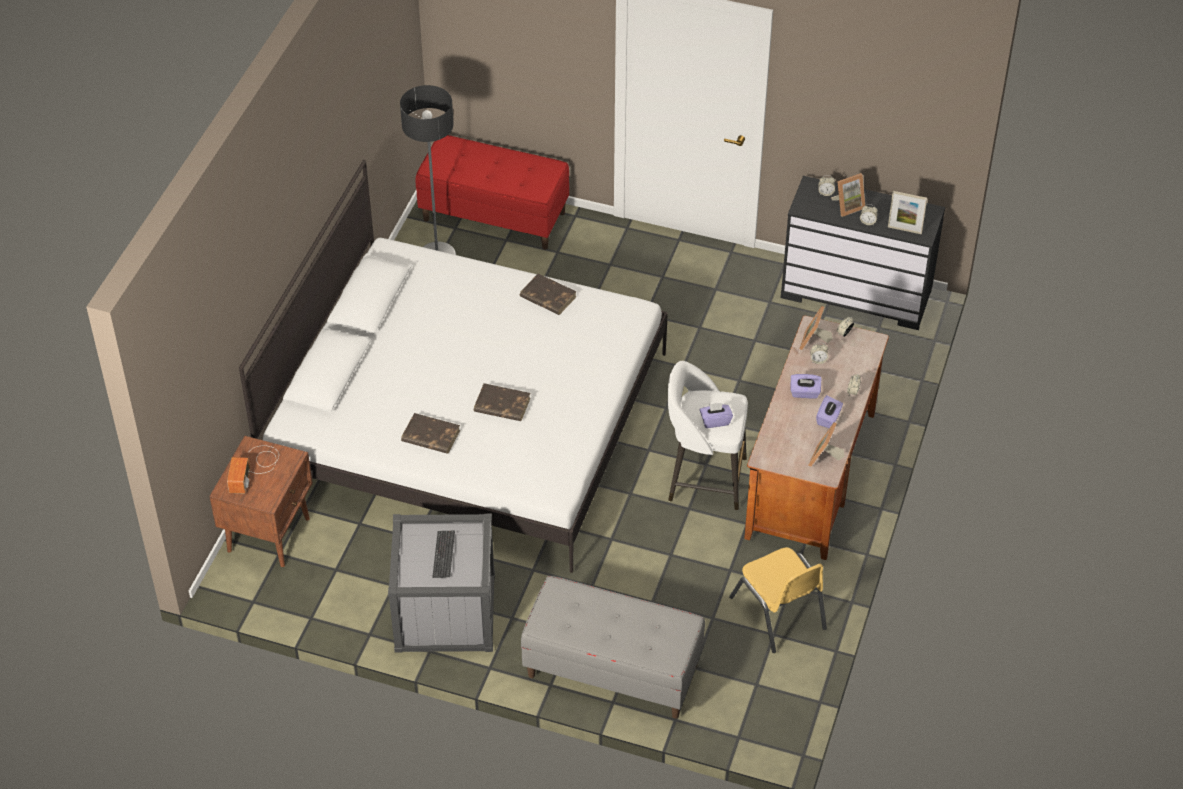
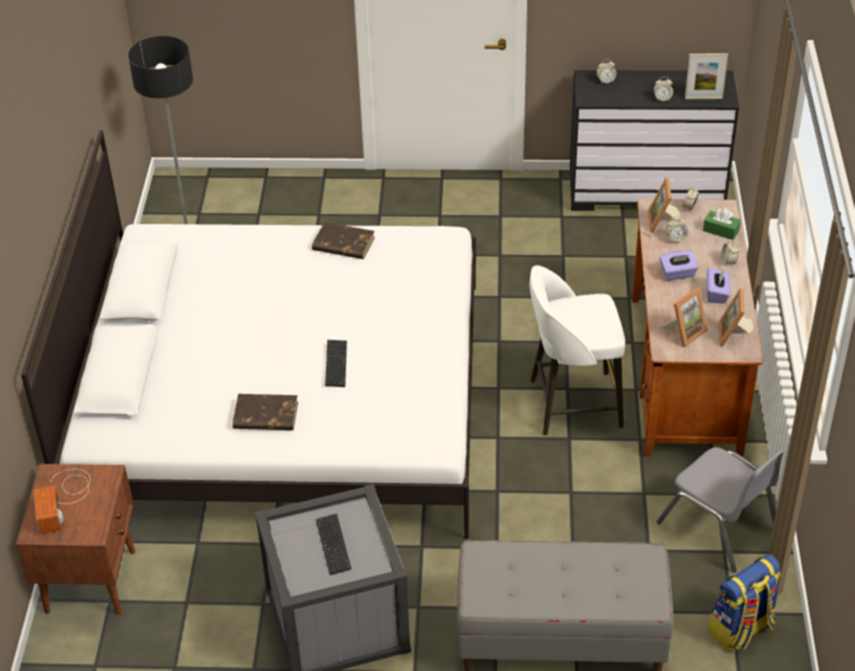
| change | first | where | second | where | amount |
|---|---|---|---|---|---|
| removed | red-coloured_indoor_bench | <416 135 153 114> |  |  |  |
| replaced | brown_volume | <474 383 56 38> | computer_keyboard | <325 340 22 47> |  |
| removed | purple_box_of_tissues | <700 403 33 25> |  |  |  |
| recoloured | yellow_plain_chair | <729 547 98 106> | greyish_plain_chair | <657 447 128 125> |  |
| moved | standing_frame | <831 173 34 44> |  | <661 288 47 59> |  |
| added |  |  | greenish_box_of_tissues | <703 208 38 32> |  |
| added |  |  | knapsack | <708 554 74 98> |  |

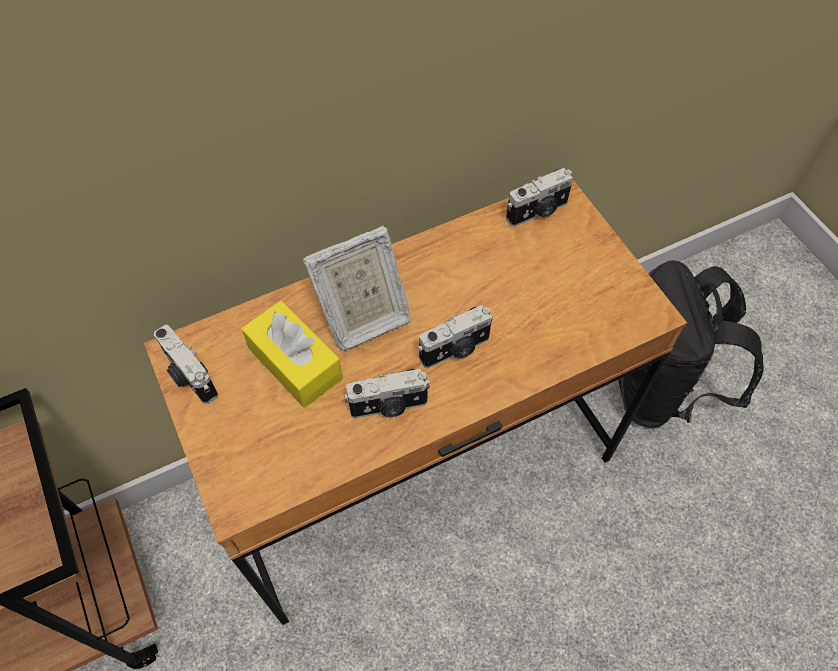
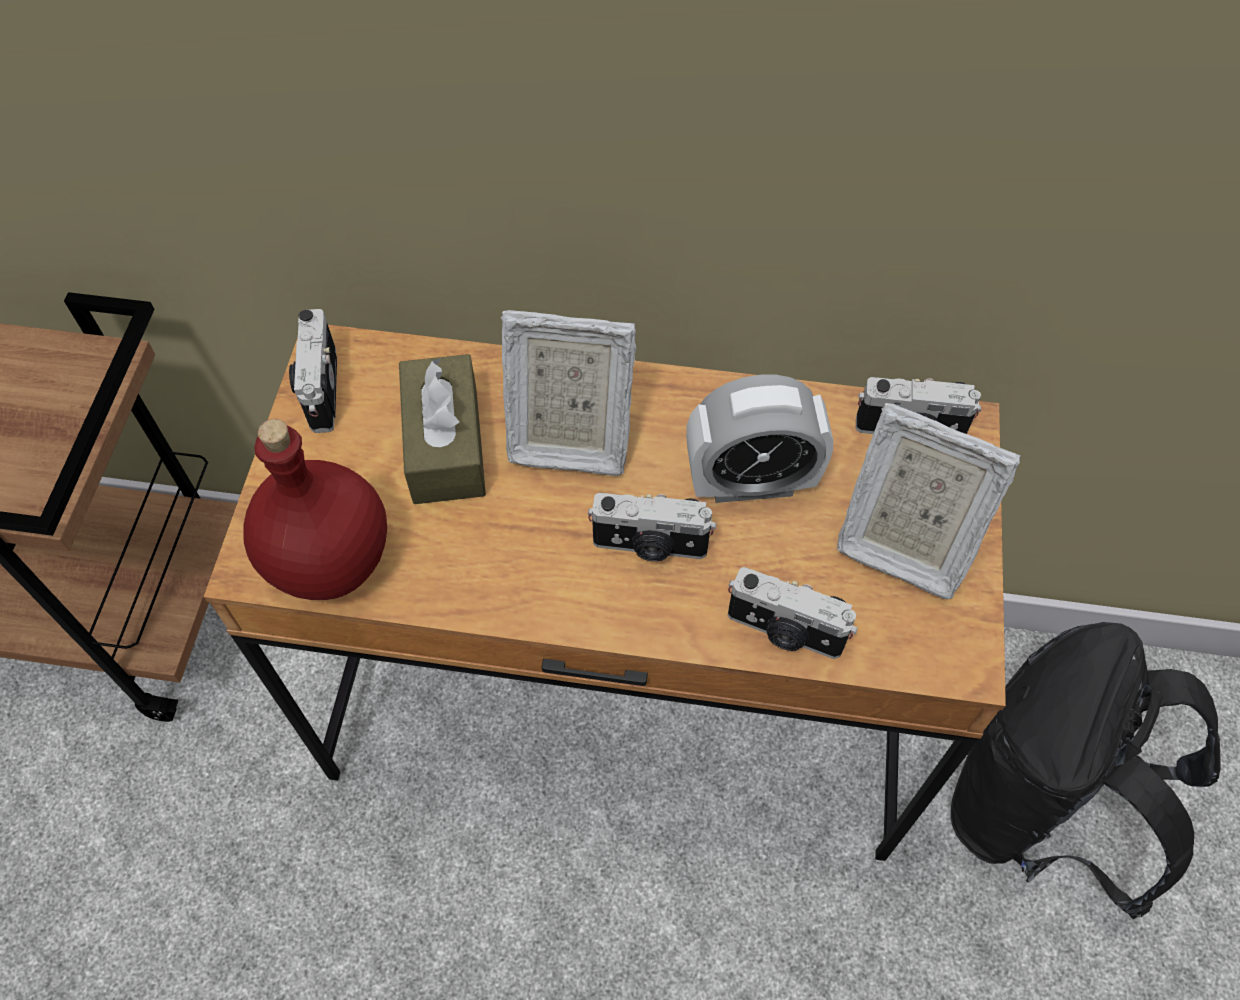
| change | first | where | second | where | amount |
|---|---|---|---|---|---|
| recoloured | yellow_box_of_tissues | <241 300 102 108> | brown_box_of_tissues | <399 354 87 150> |  |
| moved | photo_camera | <344 369 87 49> |  | <728 567 130 92> |  |
| added |  |  | red-coloured_bottle | <243 419 144 181> |  |
| added |  |  | alarm_clock | <686 375 147 128> |  |
| added |  |  | standing_frame | <837 403 184 196> |  |

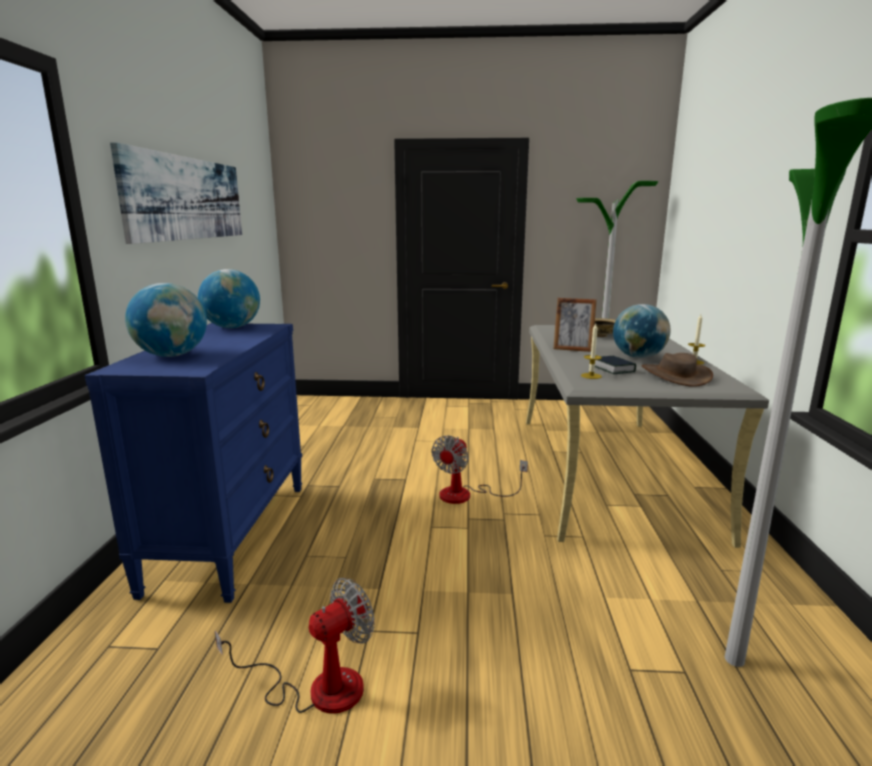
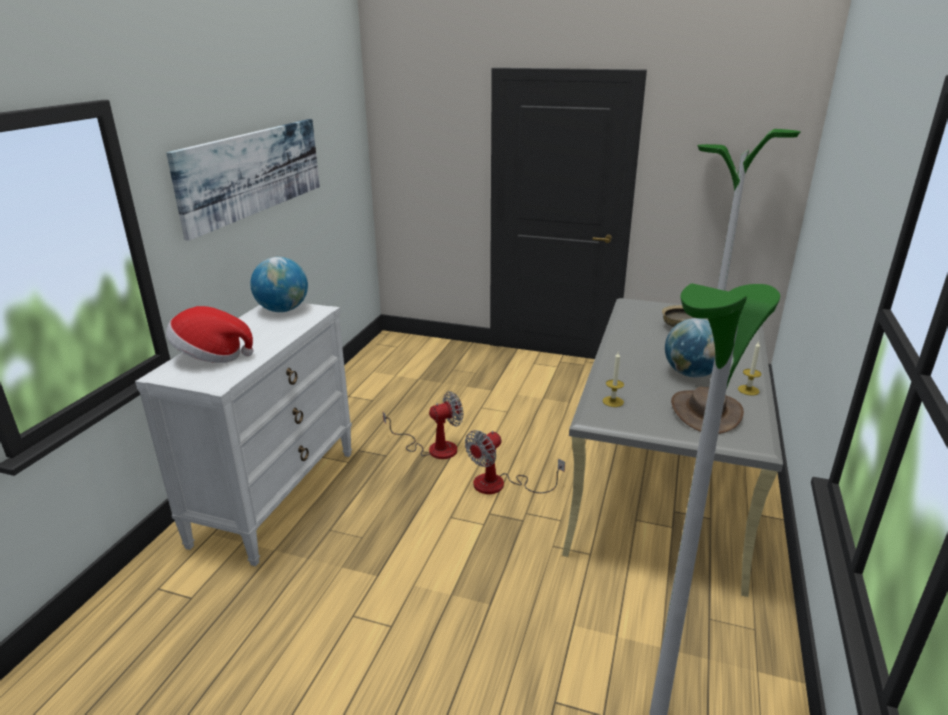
| change | first | where | second | where | amount |
|---|---|---|---|---|---|
| recoloured | blue-coloured_dresser | <85 323 217 280> | whitish_dresser | <135 303 217 263> |  |
| replaced | globe | <125 283 82 74> | hat | <166 306 88 57> |  |
| moved | cooling_fan | <215 578 160 136> |  | <383 391 80 68> |  |
| removed | standing_frame | <553 298 44 54> |  |  |  |
| removed | volume | <595 356 41 18> |  |  |  |

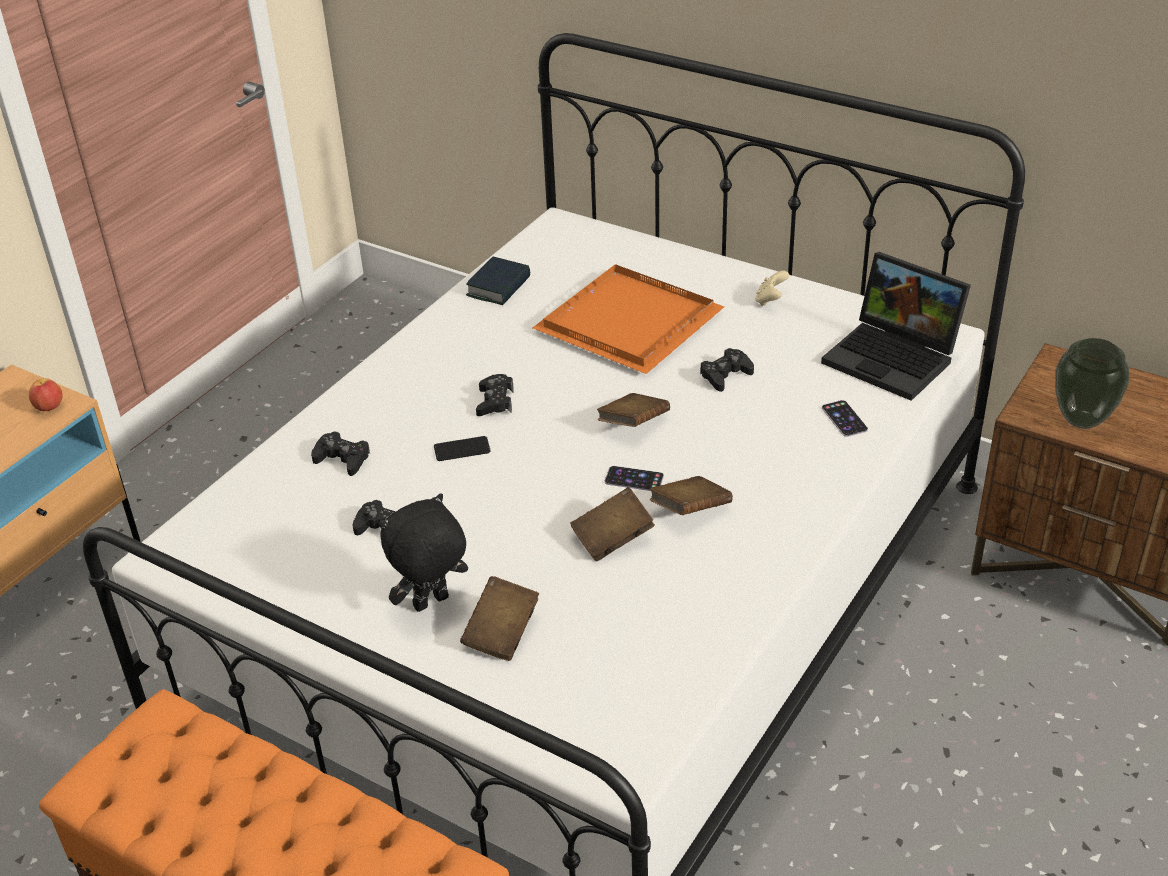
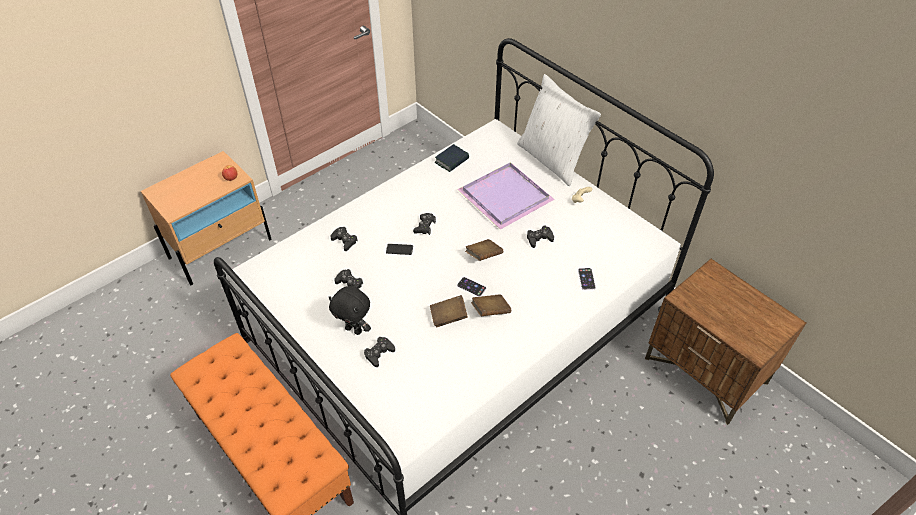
| change | first | where | second | where | amount |
|---|---|---|---|---|---|
| turned | blackish_cuddly_toy | <379 493 89 119> |  | <329 286 42 49> | 135 degrees counterclockwise |
| replaced | brown_volume | <460 576 79 85> | blackish_joypad | <364 337 31 30> |  |
| recoloured | orangey_carrying_tray | <533 264 191 110> | purple_carrying_tray | <457 162 98 68> |  |
| removed | notebook_computer | <821 252 150 149> |  |  |  |
| removed | decorative_vase | <1055 338 74 91> |  |  |  |
| added |  |  | whitish_throw_pillow | <517 74 84 112> |  |

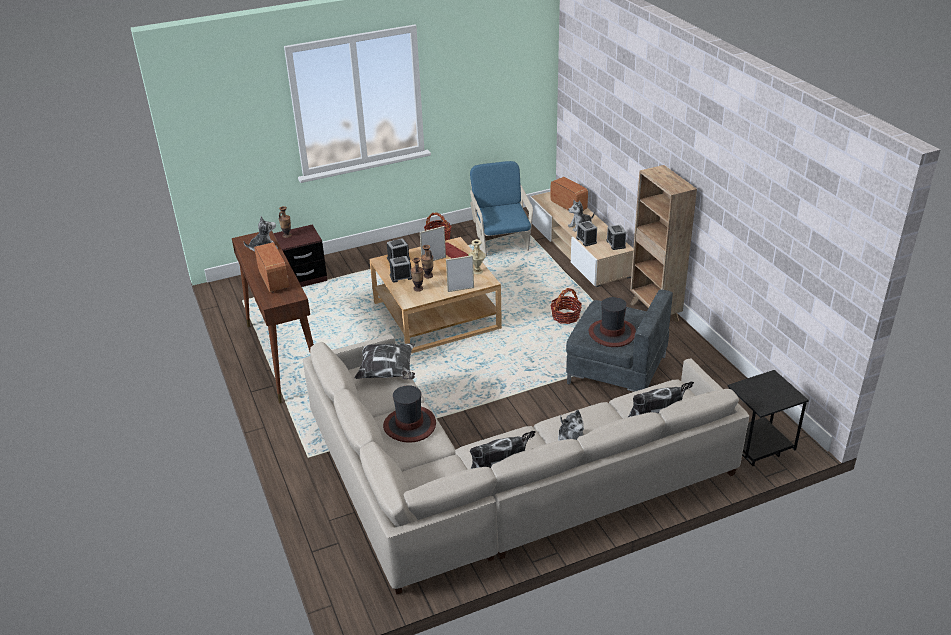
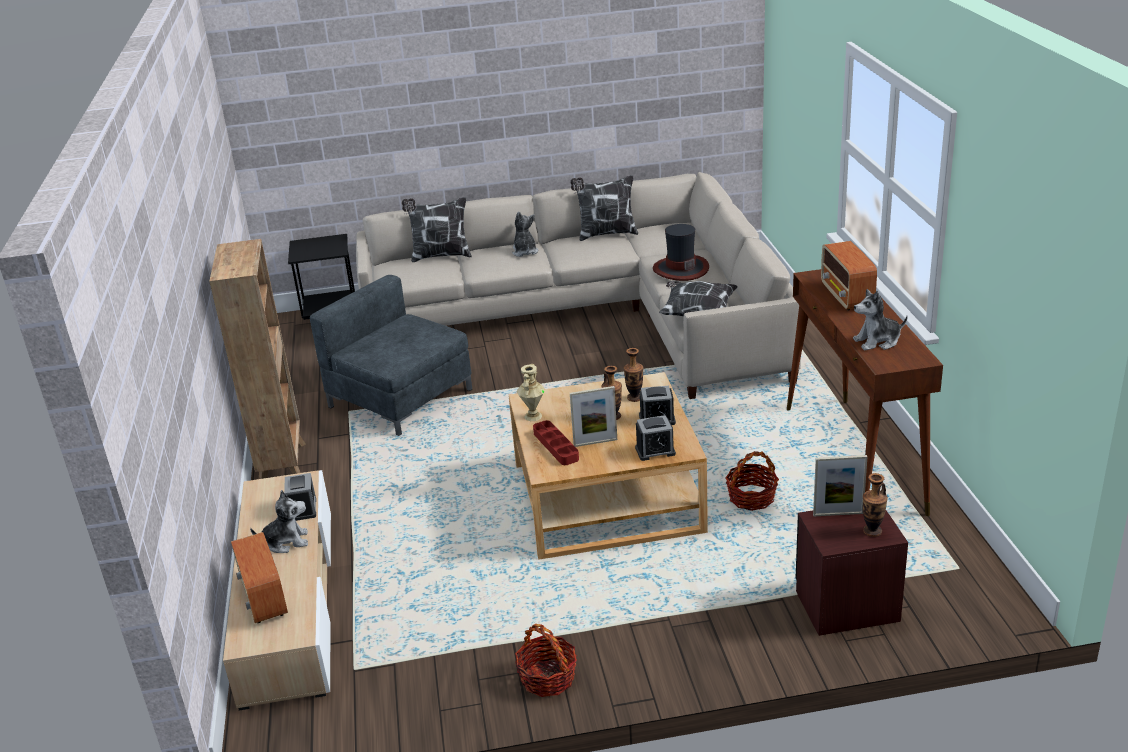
| change | first | where | second | where | amount |
|---|---|---|---|---|---|
| moved | standing_frame | <446 255 28 37> |  | <813 455 54 61> |  |
| removed | blue-coloured_easy_chair | <470 161 63 95> |  |  |  |
| moved | basket | <551 288 31 36> |  | <725 451 54 60> |  |
| removed | hat | <588 297 48 50> |  |  |  |
| removed | alarm_clock | <607 225 19 25> |  |  |  |

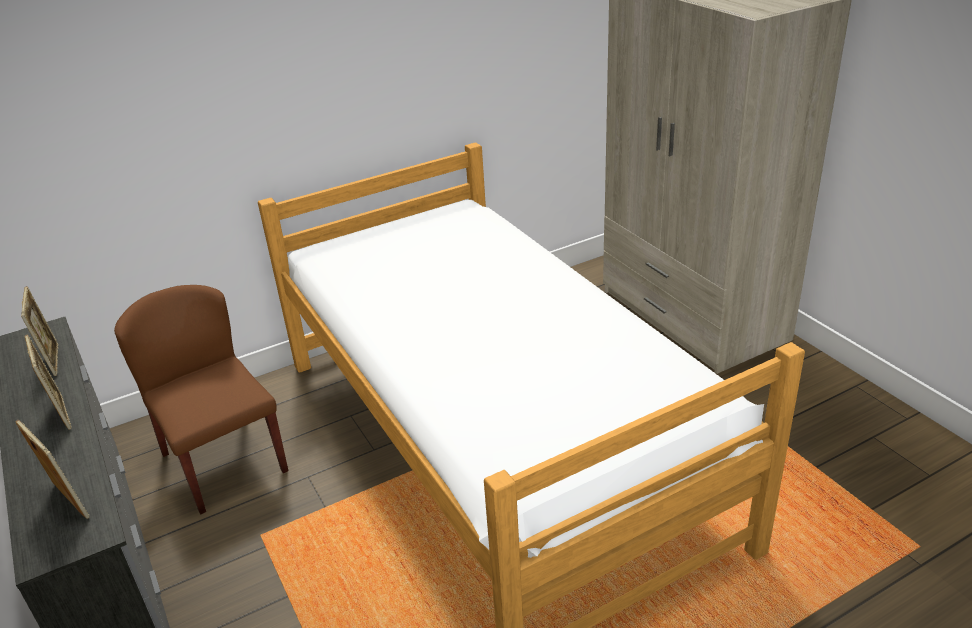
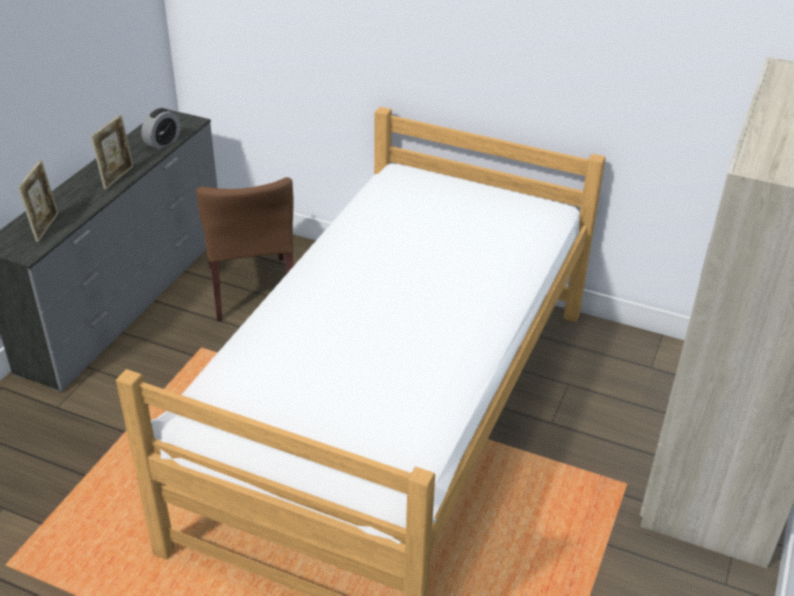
| change | first | where | second | where | amount |
|---|---|---|---|---|---|
| replaced | standing_frame | <21 286 37 90> | alarm_clock | <141 108 39 42> |  |
| turned | brown_plain_chair | <114 285 174 229> |  | <196 177 98 144> | 150 degrees clockwise |

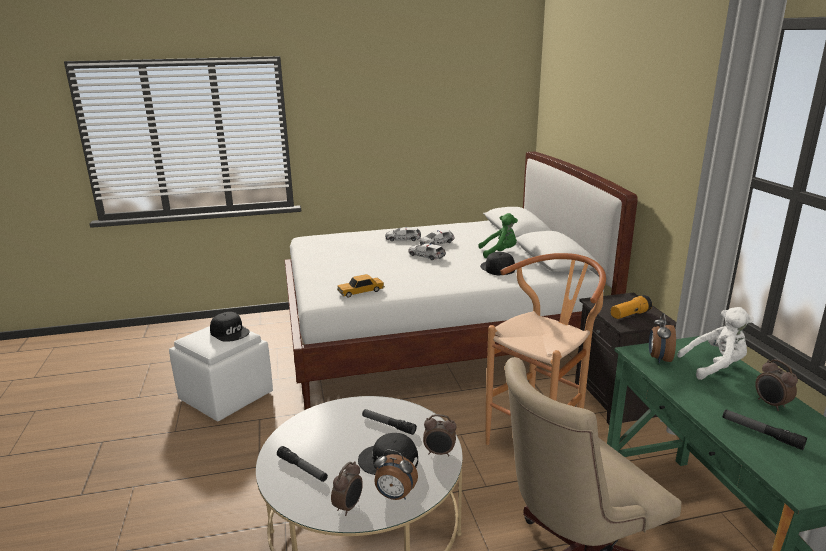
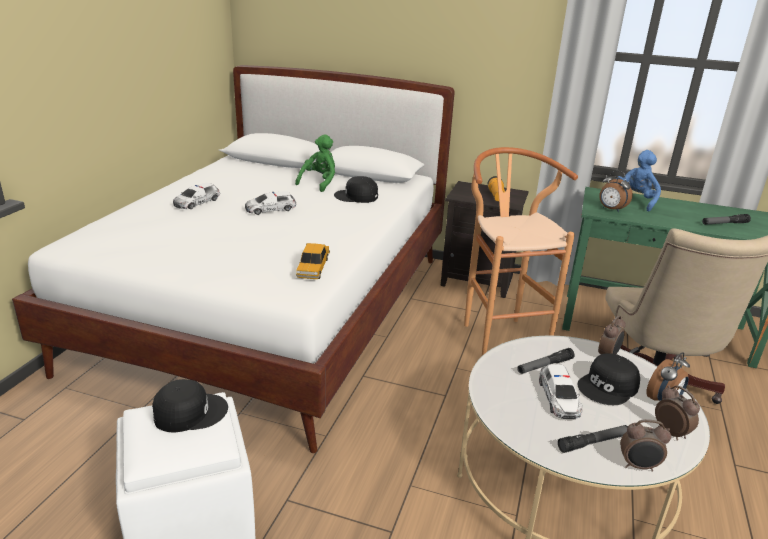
| change | first | where | second | where | amount |
|---|---|---|---|---|---|
| moved | miniature_car | <420 230 34 15> |  | <539 364 44 55> |  |
| recoloured | whitish_cuddly_toy | <677 307 77 73> | blue-coloured_cuddly_toy | <616 150 45 62> |  |
| moved | alarm_clock | <755 359 43 52> |  | <620 419 51 53> |  |

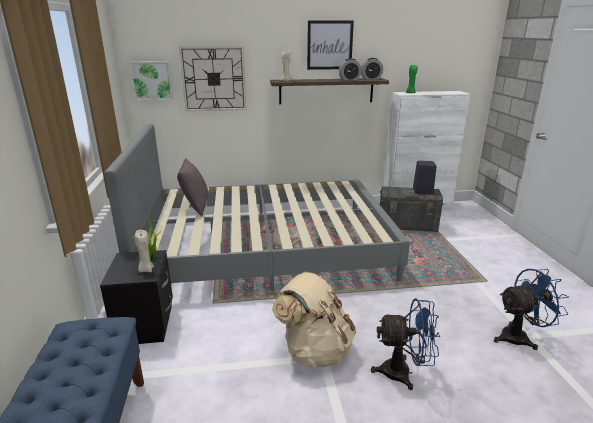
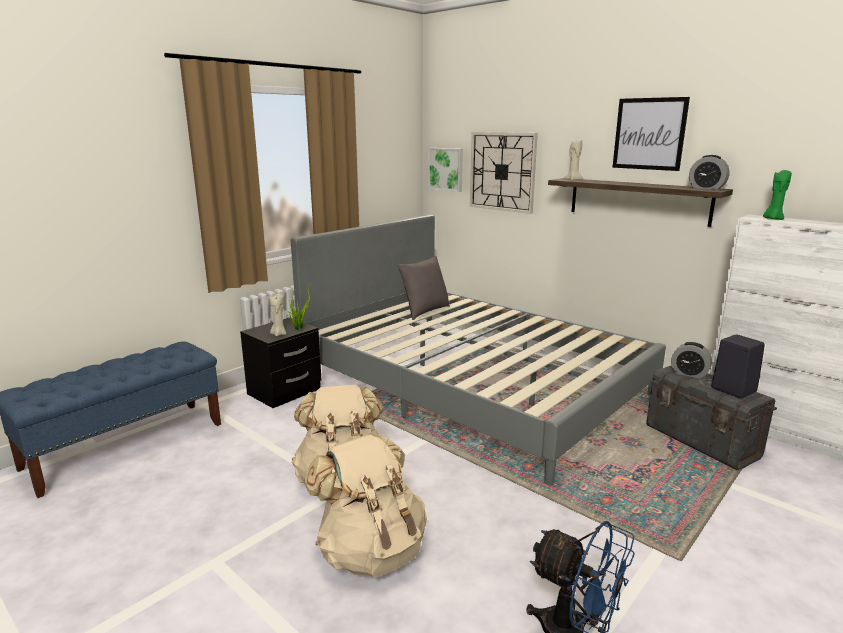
| change | first | where | second | where | amount |
|---|---|---|---|---|---|
| moved | alarm_clock | <339 58 23 22> |  | <671 342 41 37> |  |
| replaced | blue-coloured_cooling_fan | <371 298 69 92> | beige_knapsack | <304 434 123 143> |  |

